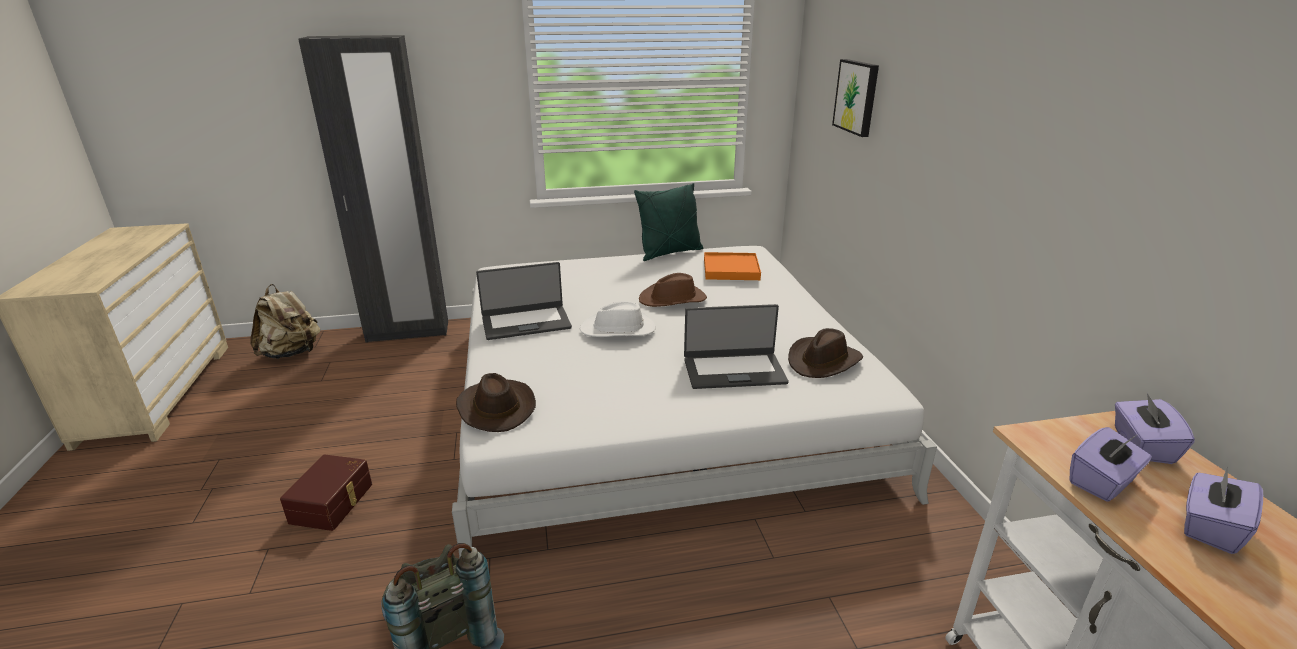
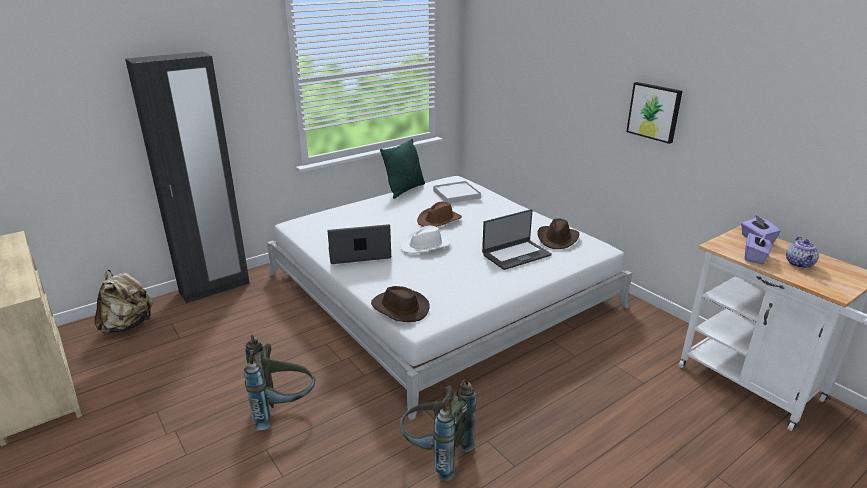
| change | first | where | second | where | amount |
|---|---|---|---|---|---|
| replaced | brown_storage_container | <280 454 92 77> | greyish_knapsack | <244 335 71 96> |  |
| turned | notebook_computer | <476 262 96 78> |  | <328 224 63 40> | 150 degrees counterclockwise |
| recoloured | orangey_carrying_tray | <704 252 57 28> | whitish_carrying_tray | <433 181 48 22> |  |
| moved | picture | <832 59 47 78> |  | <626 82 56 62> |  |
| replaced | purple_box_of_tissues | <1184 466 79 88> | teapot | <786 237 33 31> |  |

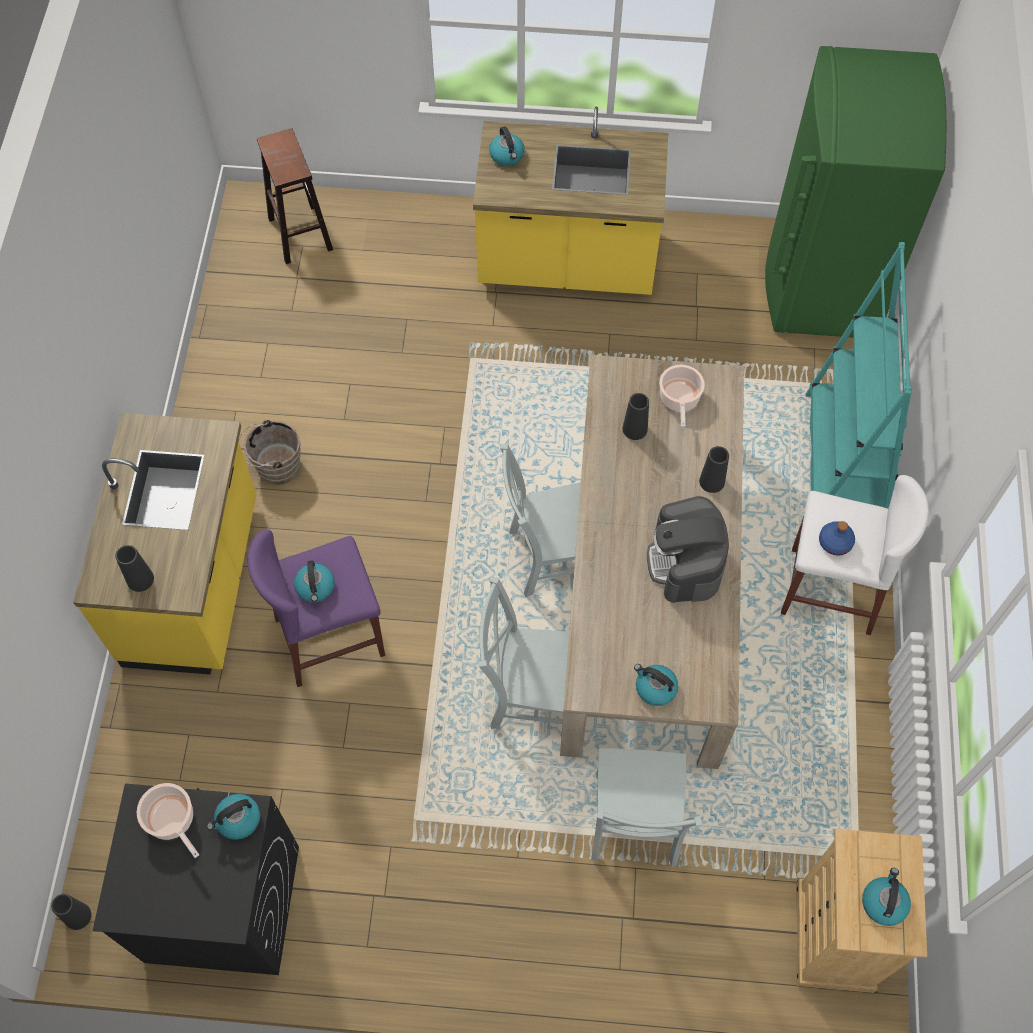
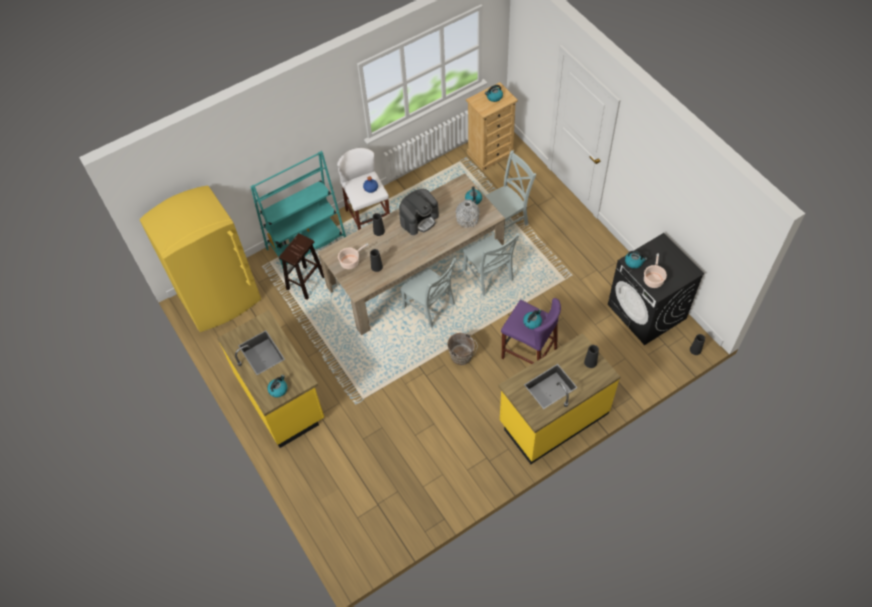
| change | first | where | second | where | amount |
|---|---|---|---|---|---|
| moved | brown_water_bucket | <239 419 62 66> |  | <447 333 30 32> |  |
| moved | brown_sitting_stool | <257 128 76 136> |  | <279 233 45 67> |  |
| recoloured | greenish_kitchen_fridge | <765 46 181 292> | yellow_kitchen_fridge | <140 185 121 147> |  |
| added |  |  | greyish_decorative_vase | <456 199 24 29> |  |

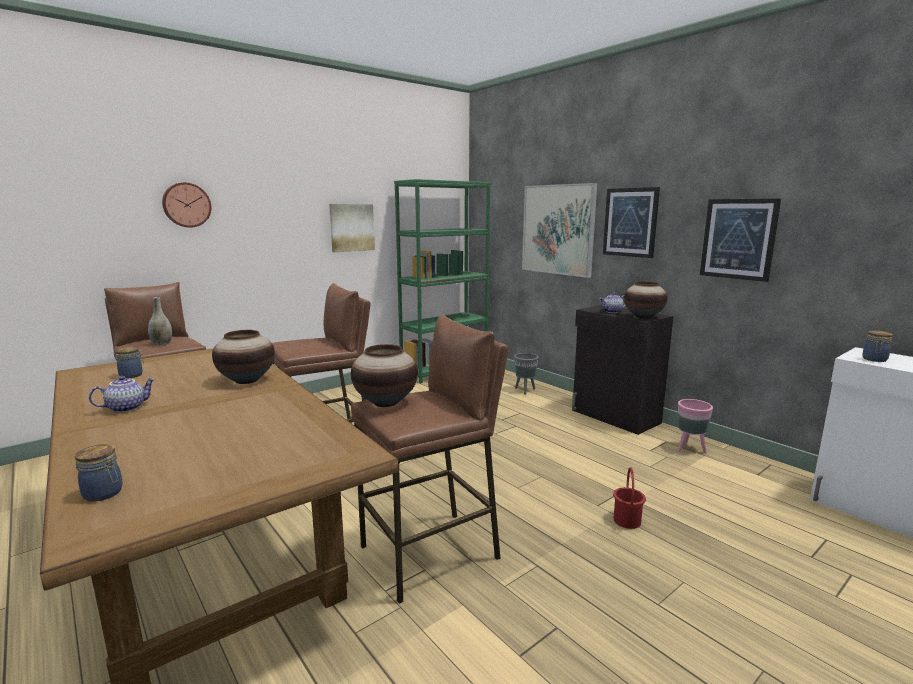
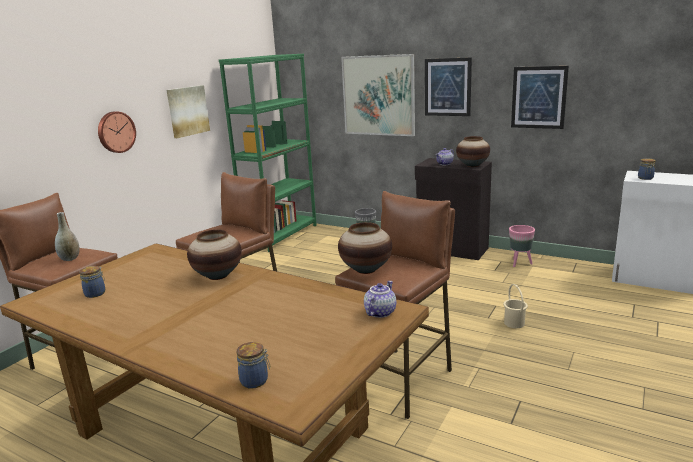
| change | first | where | second | where | amount |
|---|---|---|---|---|---|
| moved | teapot | <89 376 66 36> |  | <364 281 32 37> |  |
| moved | hanging_clock | <162 182 49 46> |  | <98 111 38 42> |  |
| recoloured | red-coloured_water_bucket | <613 468 33 61> | beige_water_bucket | <503 284 25 44> |  |

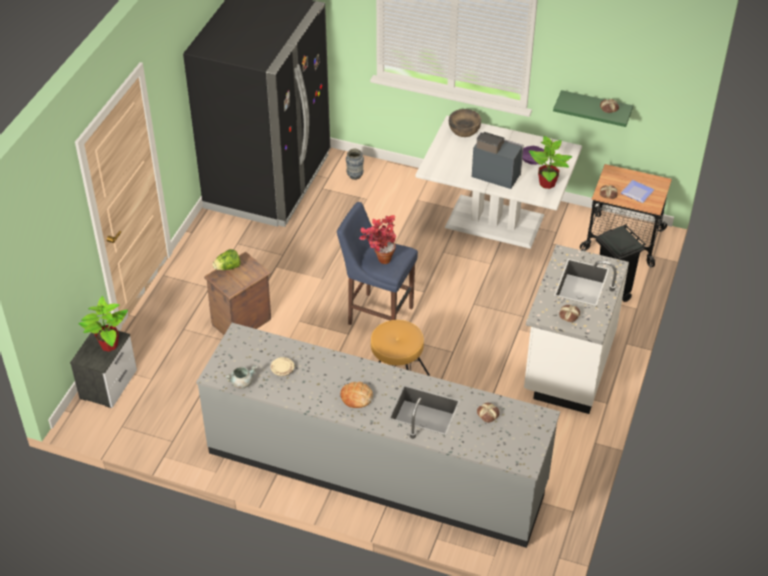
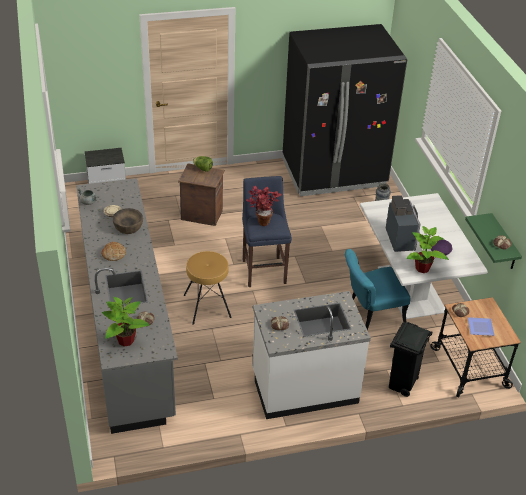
| change | first | where | second | where | amount |
|---|---|---|---|---|---|
| moved | houseplant | <78 296 50 56> |  | <102 297 47 50> |  |
| moved | brown_serving_bowl | <449 109 32 28> |  | <113 208 30 26> |  |
| added |  |  | turquoise_plain_chair | <345 249 66 81> |  |

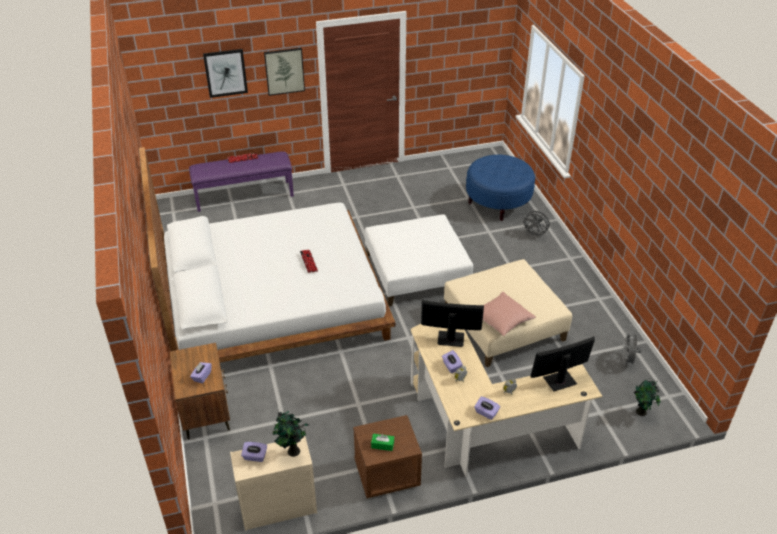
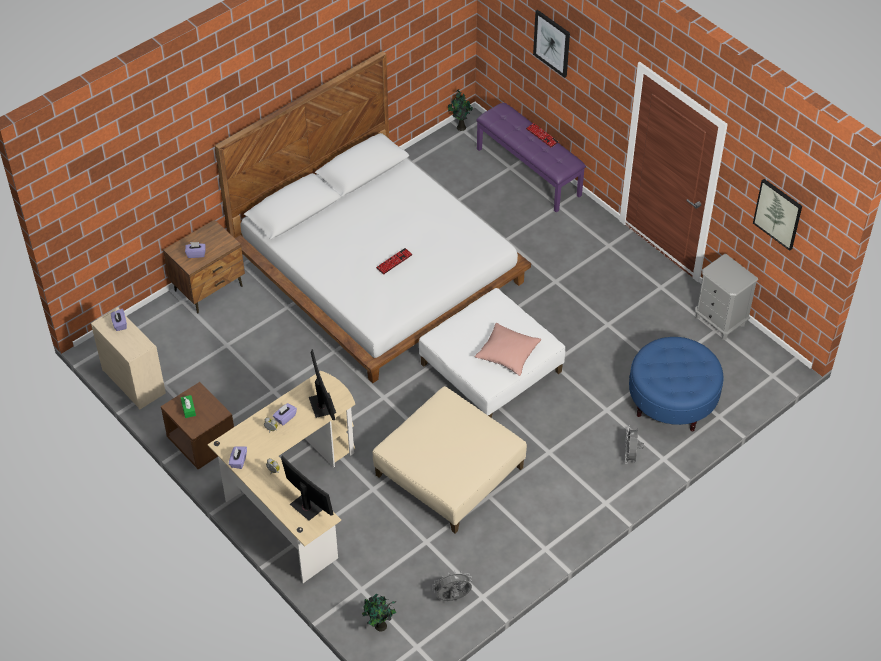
| change | first | where | second | where | amount |
|---|---|---|---|---|---|
| moved | picture | <264 48 41 48> |  | <753 179 49 72> |  |
| moved | houseplant | <273 411 37 46> |  | <448 89 25 42> |  |
| moved | pinkish_throw_pillow | <483 292 53 44> |  | <475 323 66 53> |  |
| added |  |  | greyish_night_table | <695 253 63 87> |  |

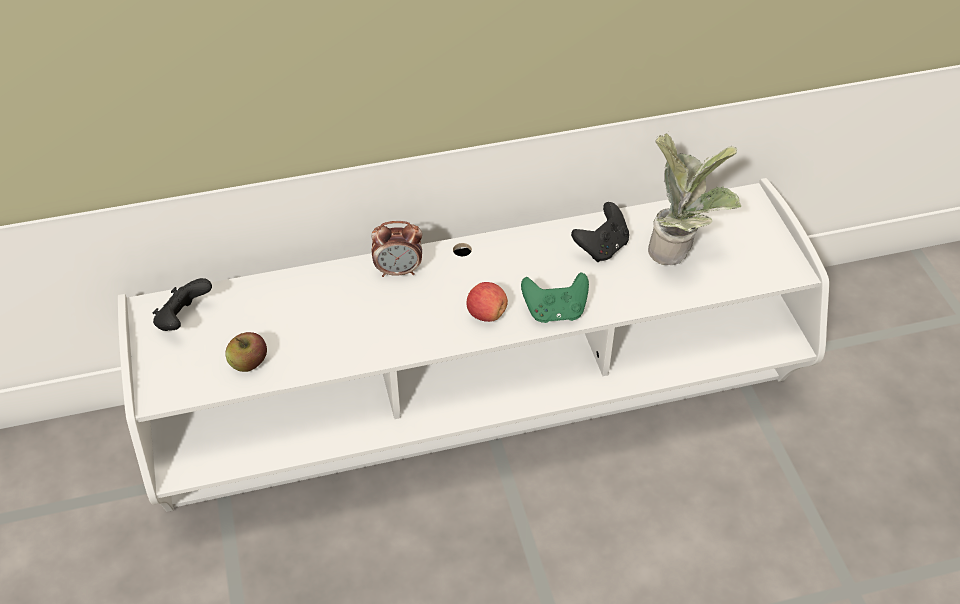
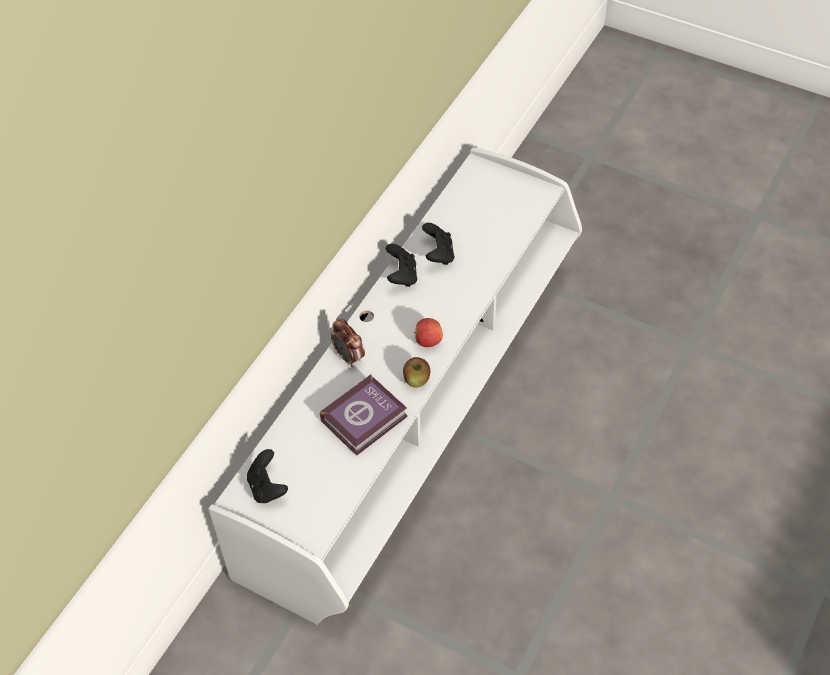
| change | first | where | second | where | amount |
|---|---|---|---|---|---|
| moved | apple_fruit | <225 332 42 40> |  | <403 357 27 31> |  |
| turned | alarm_clock | <371 221 51 56> |  | <331 318 34 49> | 105 degrees clockwise |
| removed | greenish_joypad | <521 272 68 51> |  |  |  |
| removed | houseplant | <648 134 93 131> |  |  |  |
| added |  |  | volume | <320 374 88 82> |  |
| added |  |  | blackish_joypad | <386 244 31 43> |  |

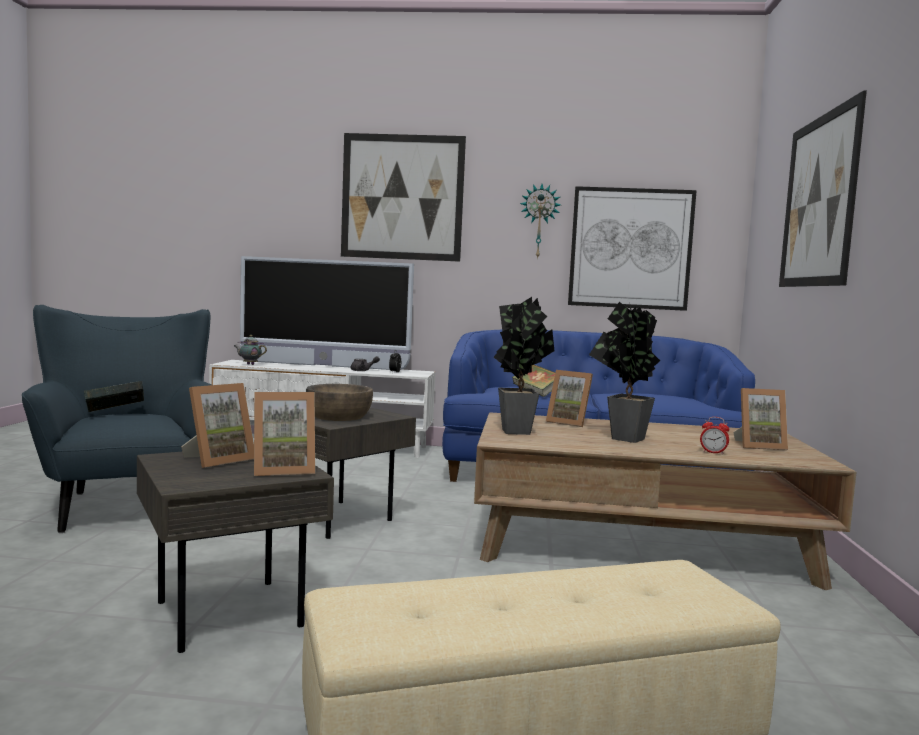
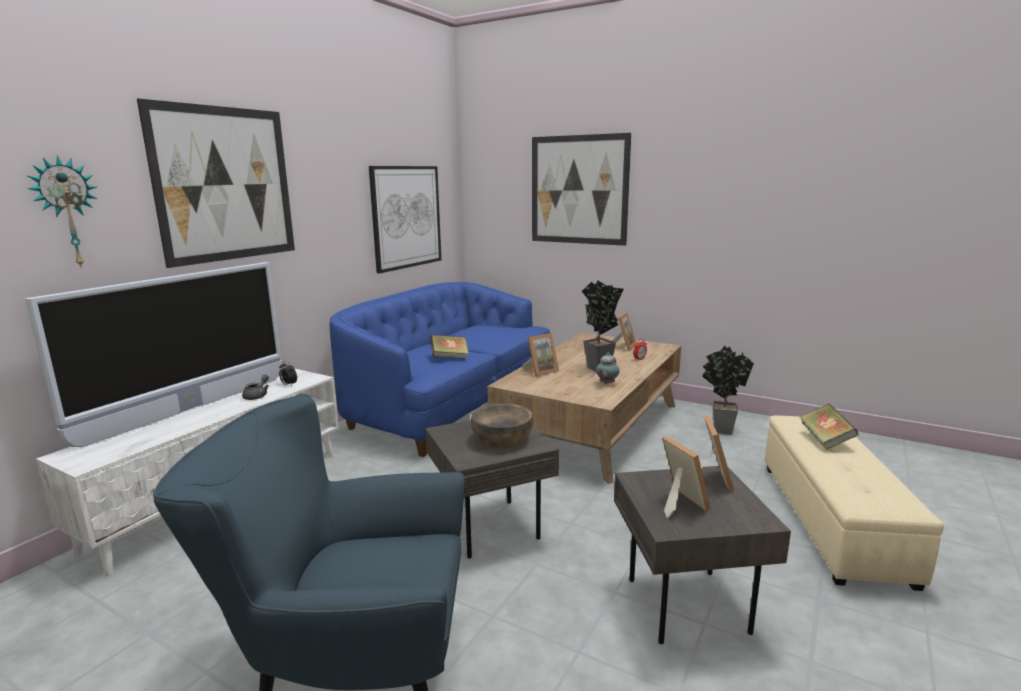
| change | first | where | second | where | amount |
|---|---|---|---|---|---|
| moved | volume | <84 381 60 31> |  | <800 404 59 46> |  |
| moved | teapot | <234 335 33 30> |  | <596 353 23 32> |  |
| moved | houseplant | <494 297 61 138> |  | <702 346 52 89> |  |
| moved | hanging_clock | <520 184 40 75> |  | <28 155 70 113> |  |

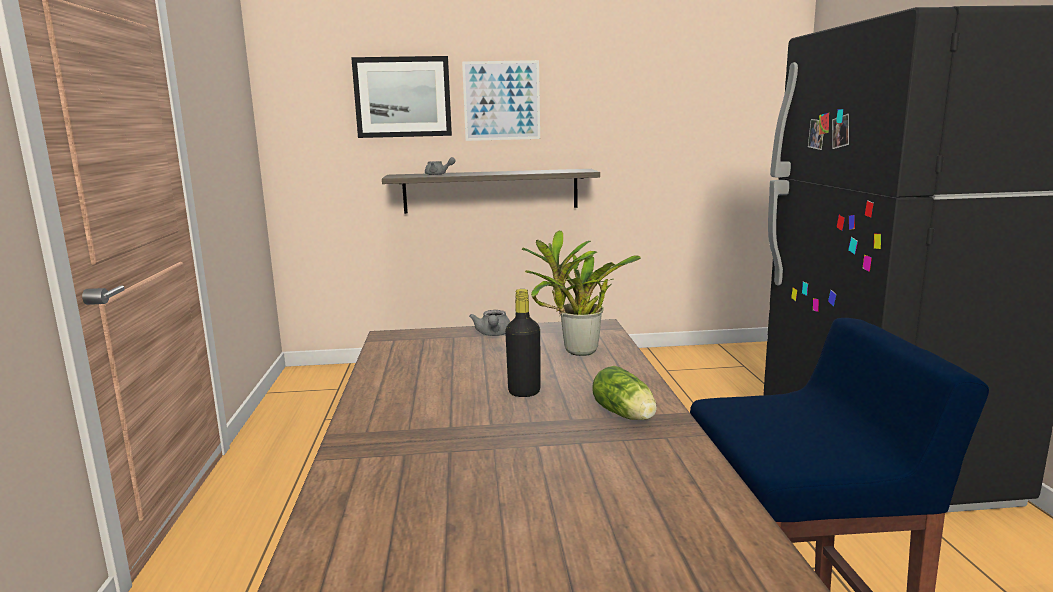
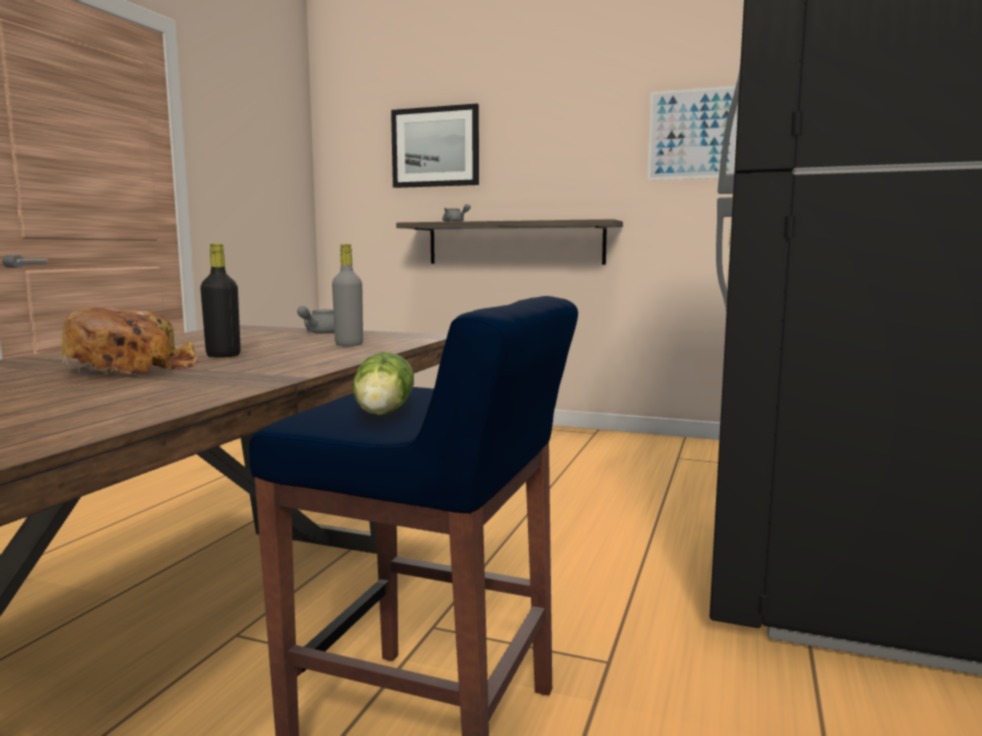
| change | first | where | second | where | amount |
|---|---|---|---|---|---|
| moved | picture | <462 60 78 81> |  | <648 86 90 94> |  |
| replaced | houseplant | <522 230 119 126> | greyish_bottle | <332 244 31 102> |  |
| moved | head_of_lettuce | <592 366 65 54> |  | <353 352 61 63> |  |
| added |  |  | bread | <62 307 136 68> |  |

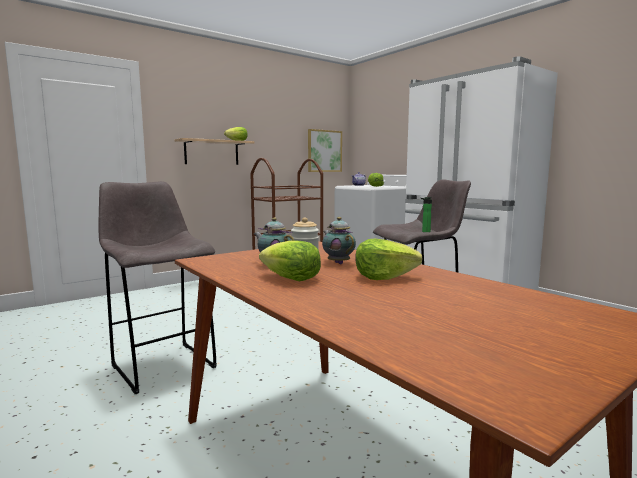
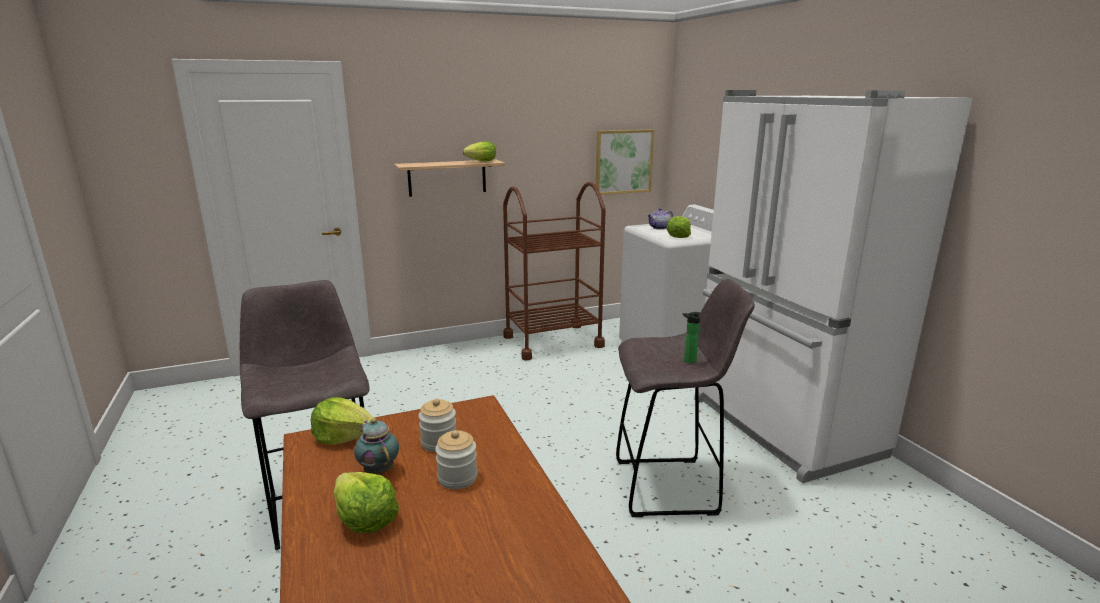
| change | first | where | second | where | amount |
|---|---|---|---|---|---|
| replaced | teapot | <322 217 34 47> | preserve_jar | <435 430 42 59> |  |
| moved | head_of_lettuce | <355 239 67 41> |  | <311 397 63 48> |  |

